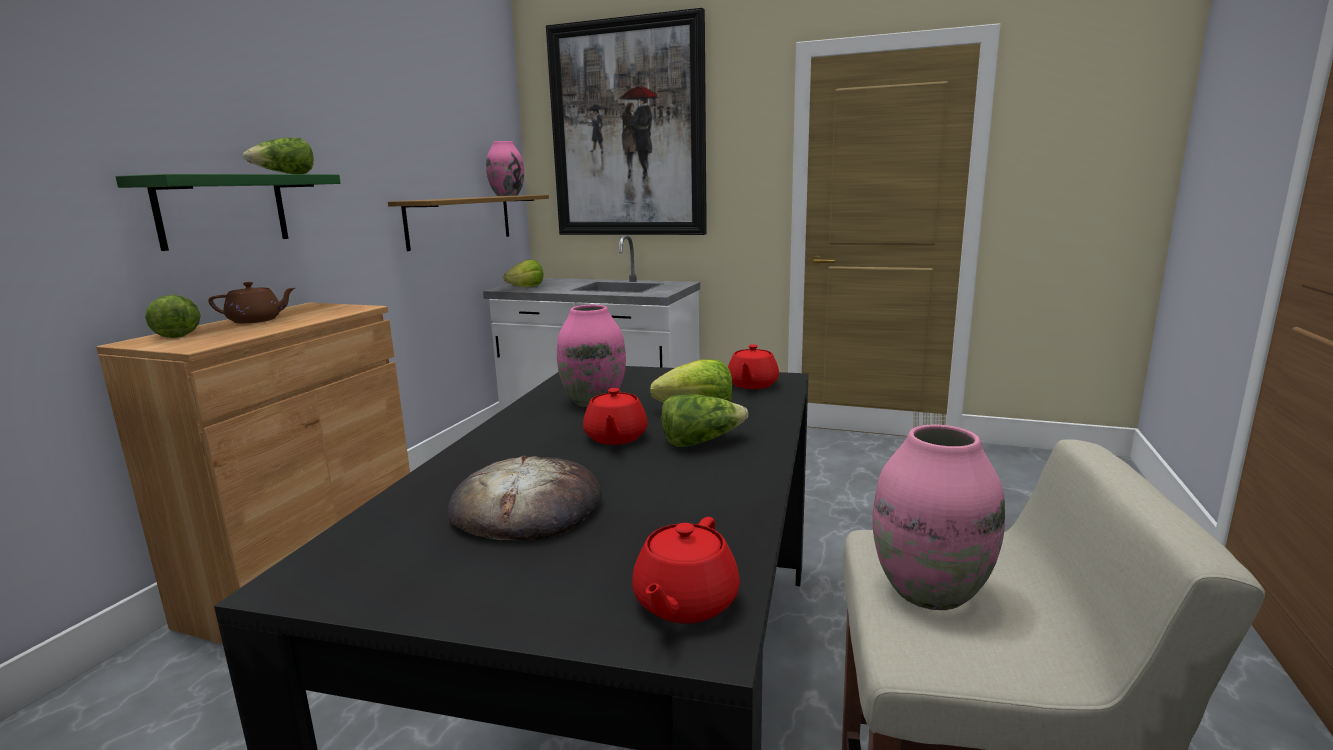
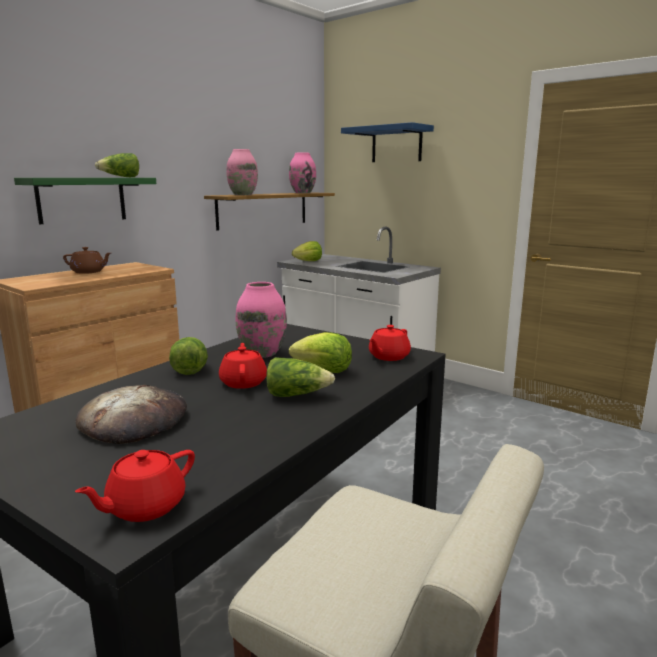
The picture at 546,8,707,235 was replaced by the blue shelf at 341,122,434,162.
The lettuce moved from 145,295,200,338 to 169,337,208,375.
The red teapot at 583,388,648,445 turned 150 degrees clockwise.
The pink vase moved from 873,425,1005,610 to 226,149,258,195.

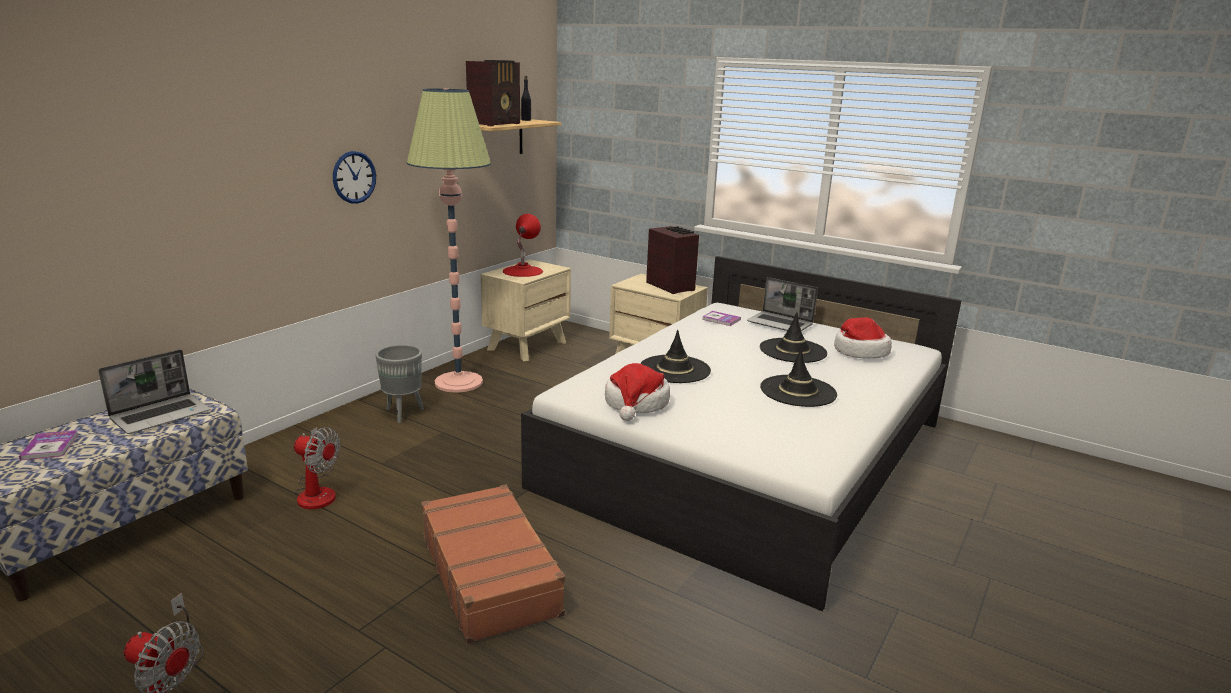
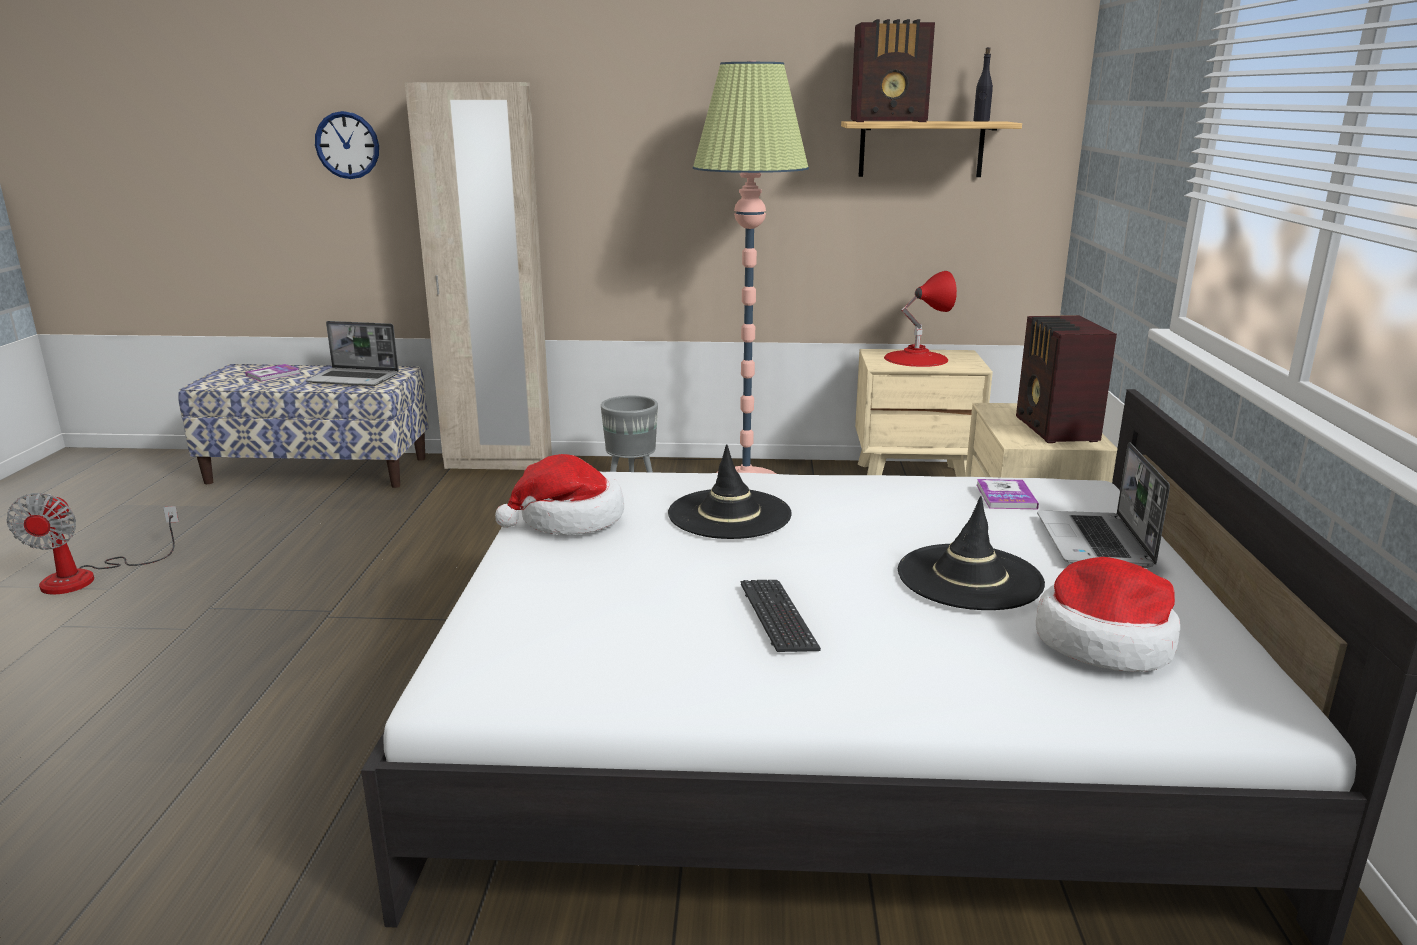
The wall clock moved from 333,151,376,204 to 315,111,379,179.
The radio at 646,226,699,294 turned 150 degrees clockwise.
The black hat at 760,349,837,407 was replaced by the keyboard at 740,580,821,652.
The fan at 294,427,341,509 disappeared.
The brown suitcase at 421,484,565,644 disappeared.
The beige wardrobe at 405,82,552,470 appeared.

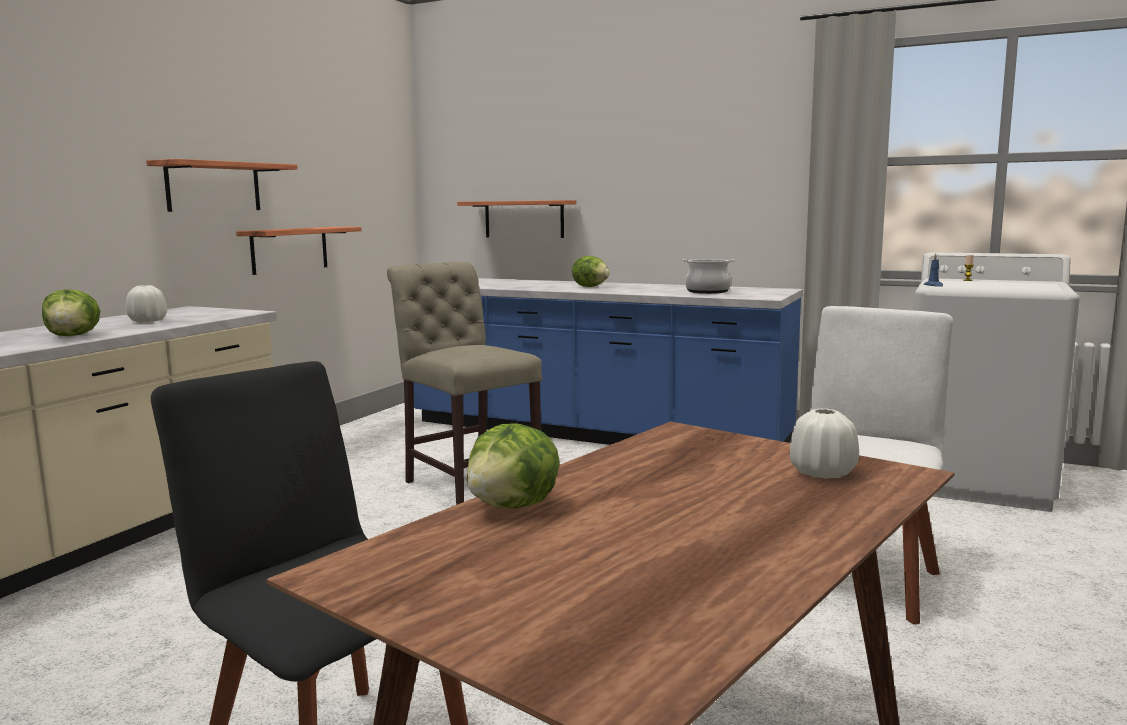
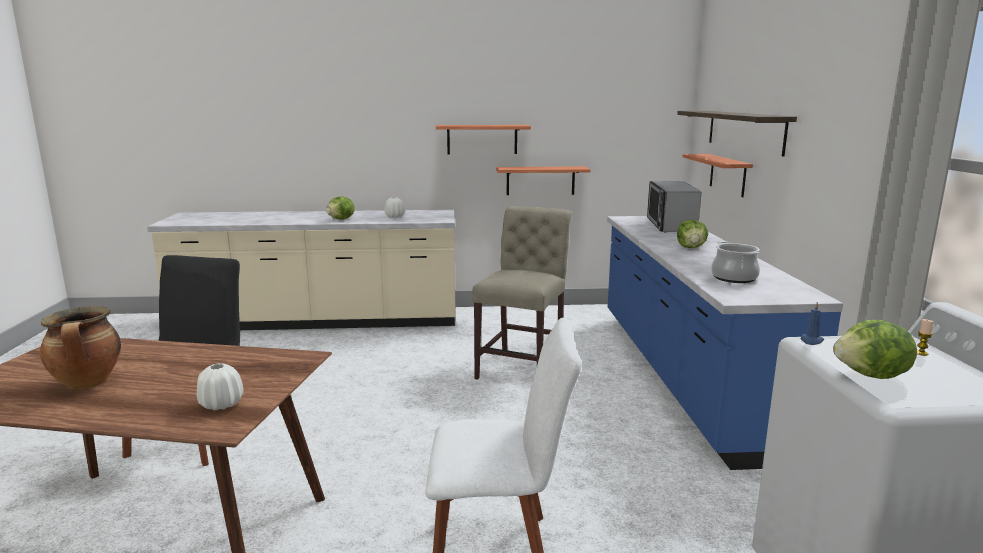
The lettuce moved from 467,423,560,508 to 833,320,917,379.
The shelf at 677,111,797,157 appeared.
The microwave at 647,181,702,232 appeared.
The cooking pot at 40,306,121,389 appeared.

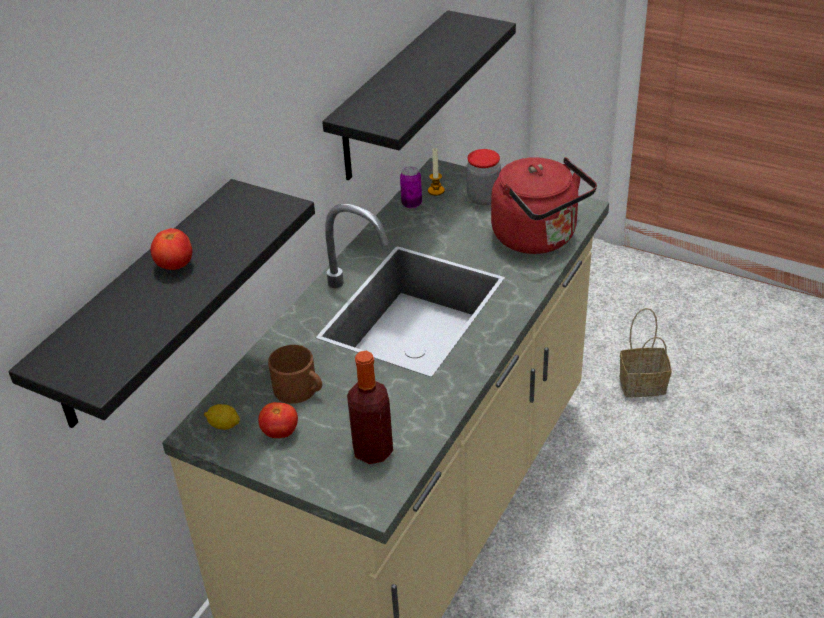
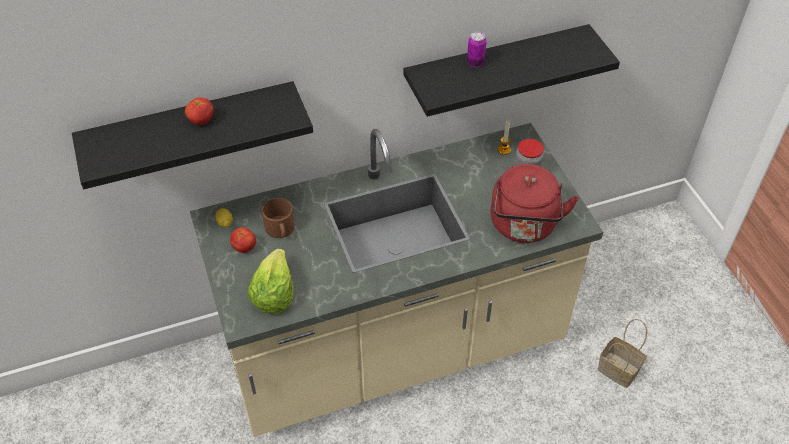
The can moved from 400,166,422,209 to 467,32,487,67.
The bottle at 347,351,393,464 was replaced by the lettuce at 247,249,293,314.

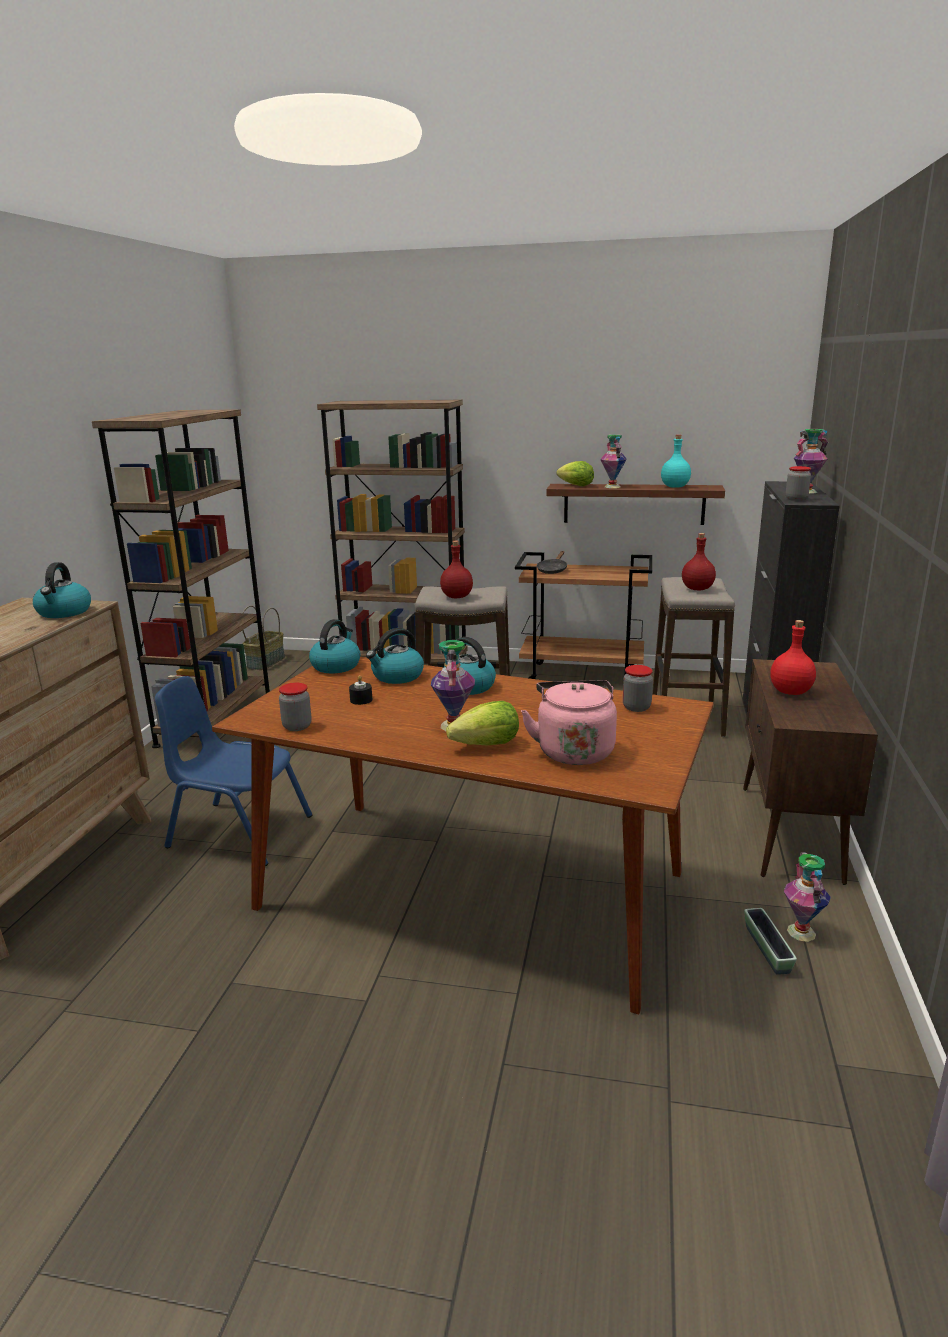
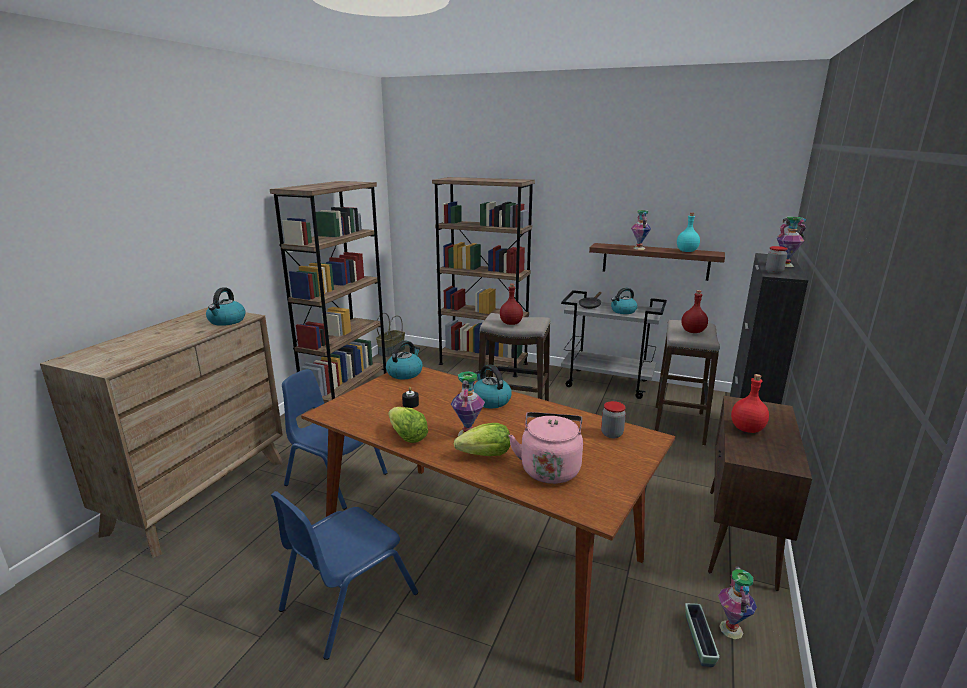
The lettuce moved from 556,461,594,486 to 388,407,428,443.
The brown cart at 515,552,652,681 became the grey cart at 561,290,667,399.
The kettle moved from 366,628,424,684 to 611,288,637,314.
The jar at 279,683,312,731 disappeared.
The blue chair at 271,491,418,660 appeared.

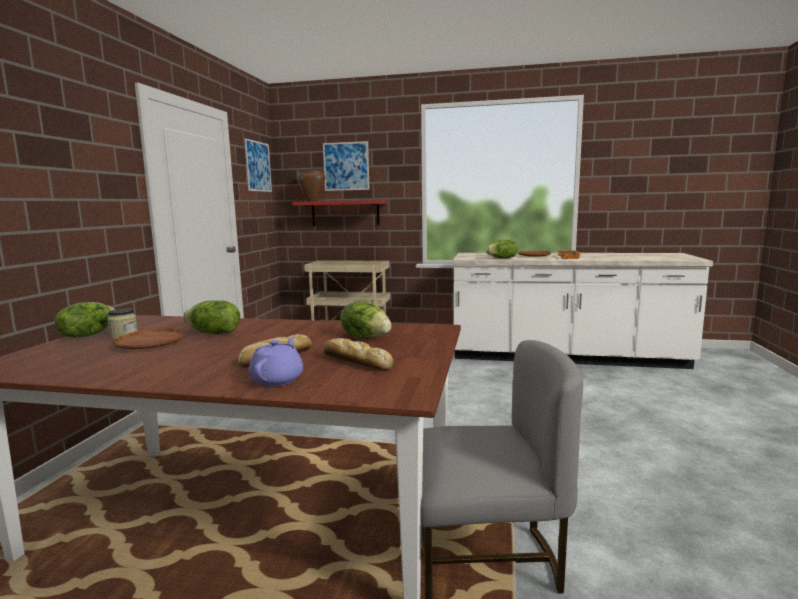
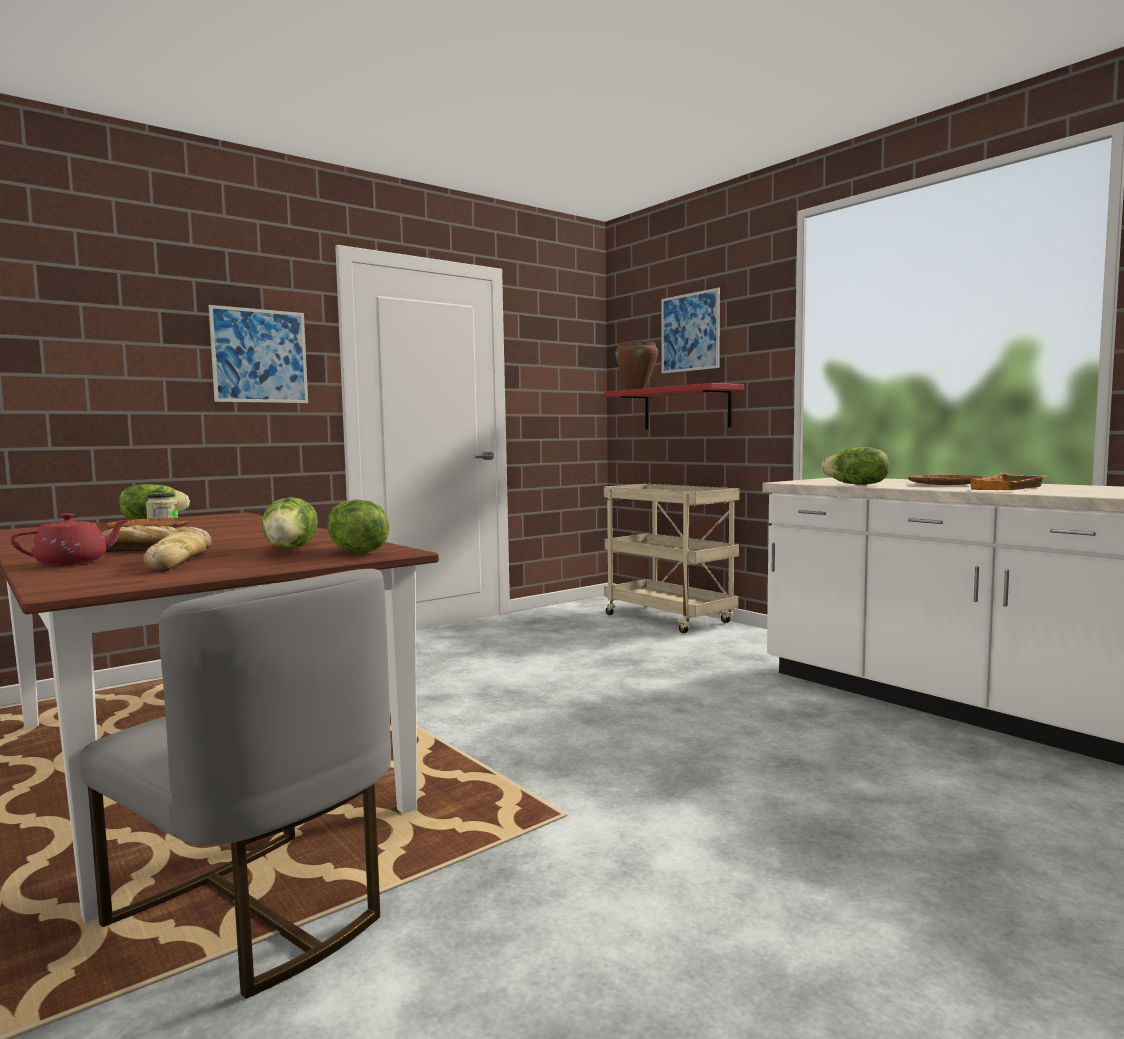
The picture moved from 244,138,272,192 to 209,305,308,403.
The lettuce moved from 183,300,240,334 to 327,499,389,553.
The purple teapot at 249,337,303,386 became the red teapot at 10,513,129,566.

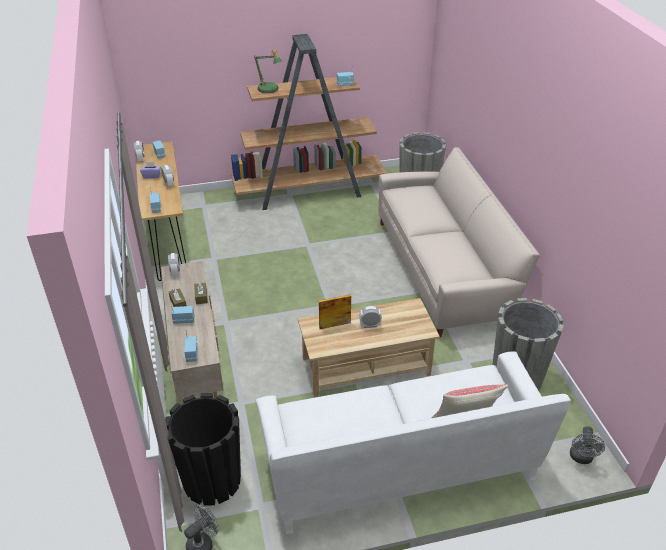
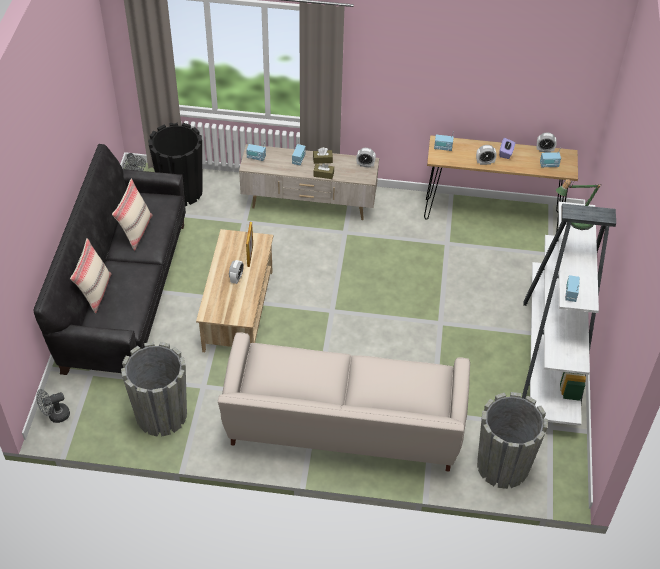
The brown bookcase at 231,34,387,210 became the white bookcase at 522,202,616,426.
The white sofa at 255,352,571,534 became the black sofa at 33,144,186,375.
The grey fan at 570,426,605,464 turned 60 degrees counterclockwise.
The beige pillow at 112,179,153,251 appeared.

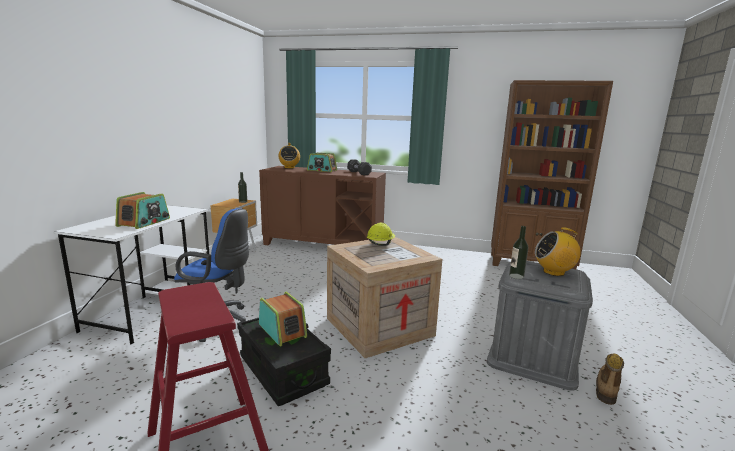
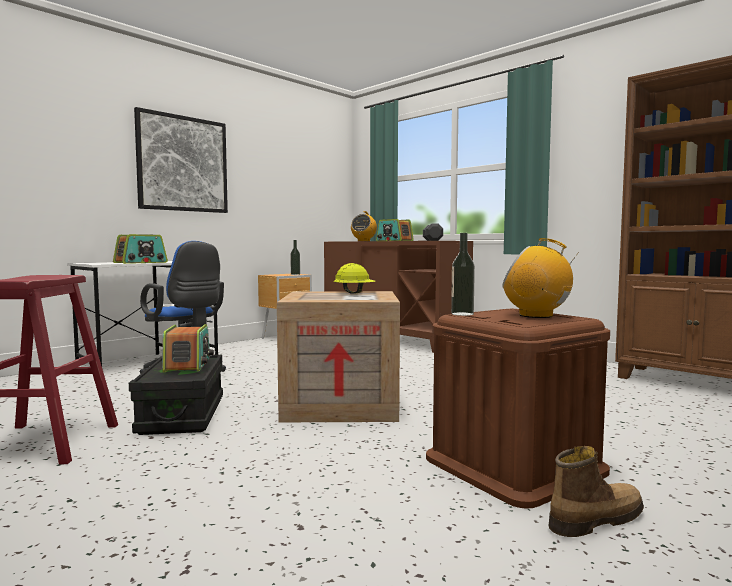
The grey storage box at 487,261,593,391 became the brown storage box at 426,309,610,509.
The picture at 134,107,228,213 appeared.

